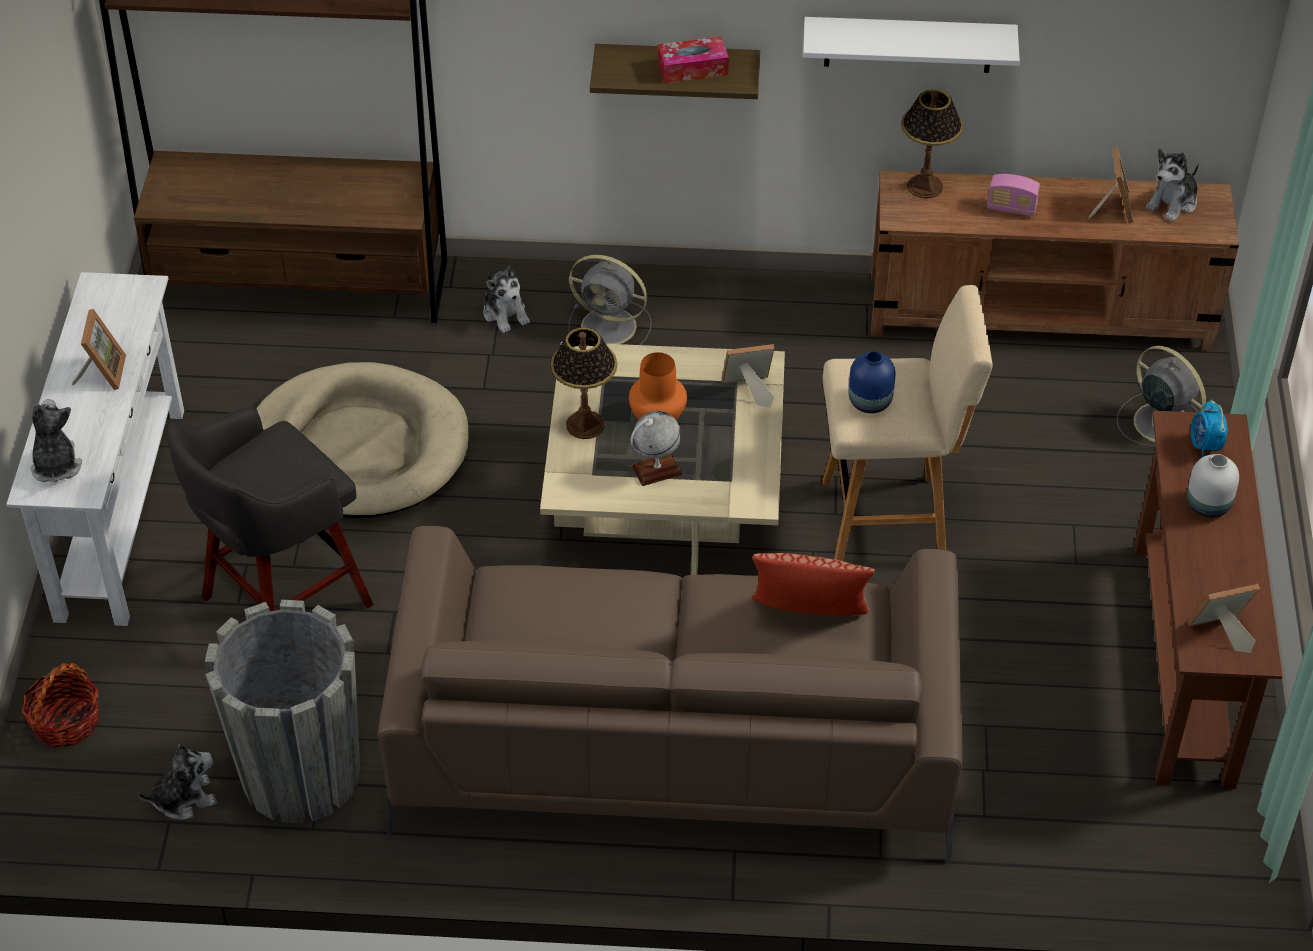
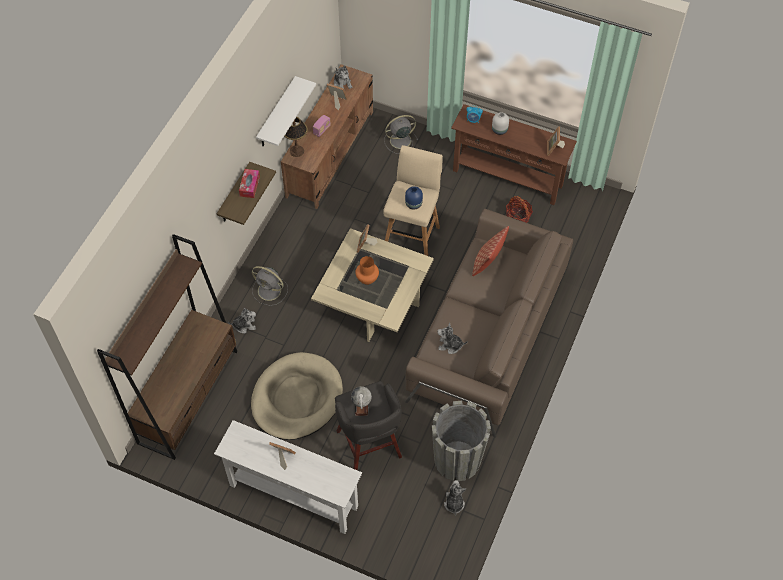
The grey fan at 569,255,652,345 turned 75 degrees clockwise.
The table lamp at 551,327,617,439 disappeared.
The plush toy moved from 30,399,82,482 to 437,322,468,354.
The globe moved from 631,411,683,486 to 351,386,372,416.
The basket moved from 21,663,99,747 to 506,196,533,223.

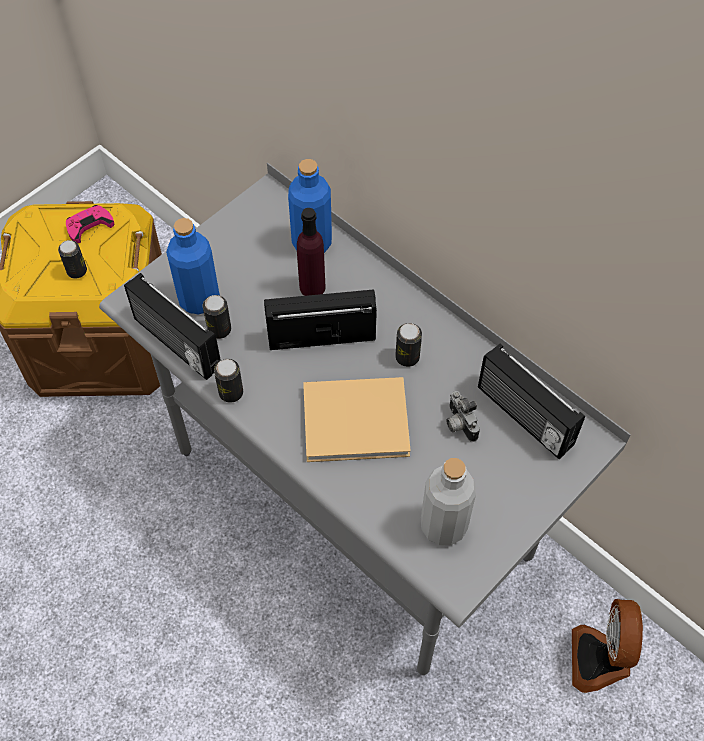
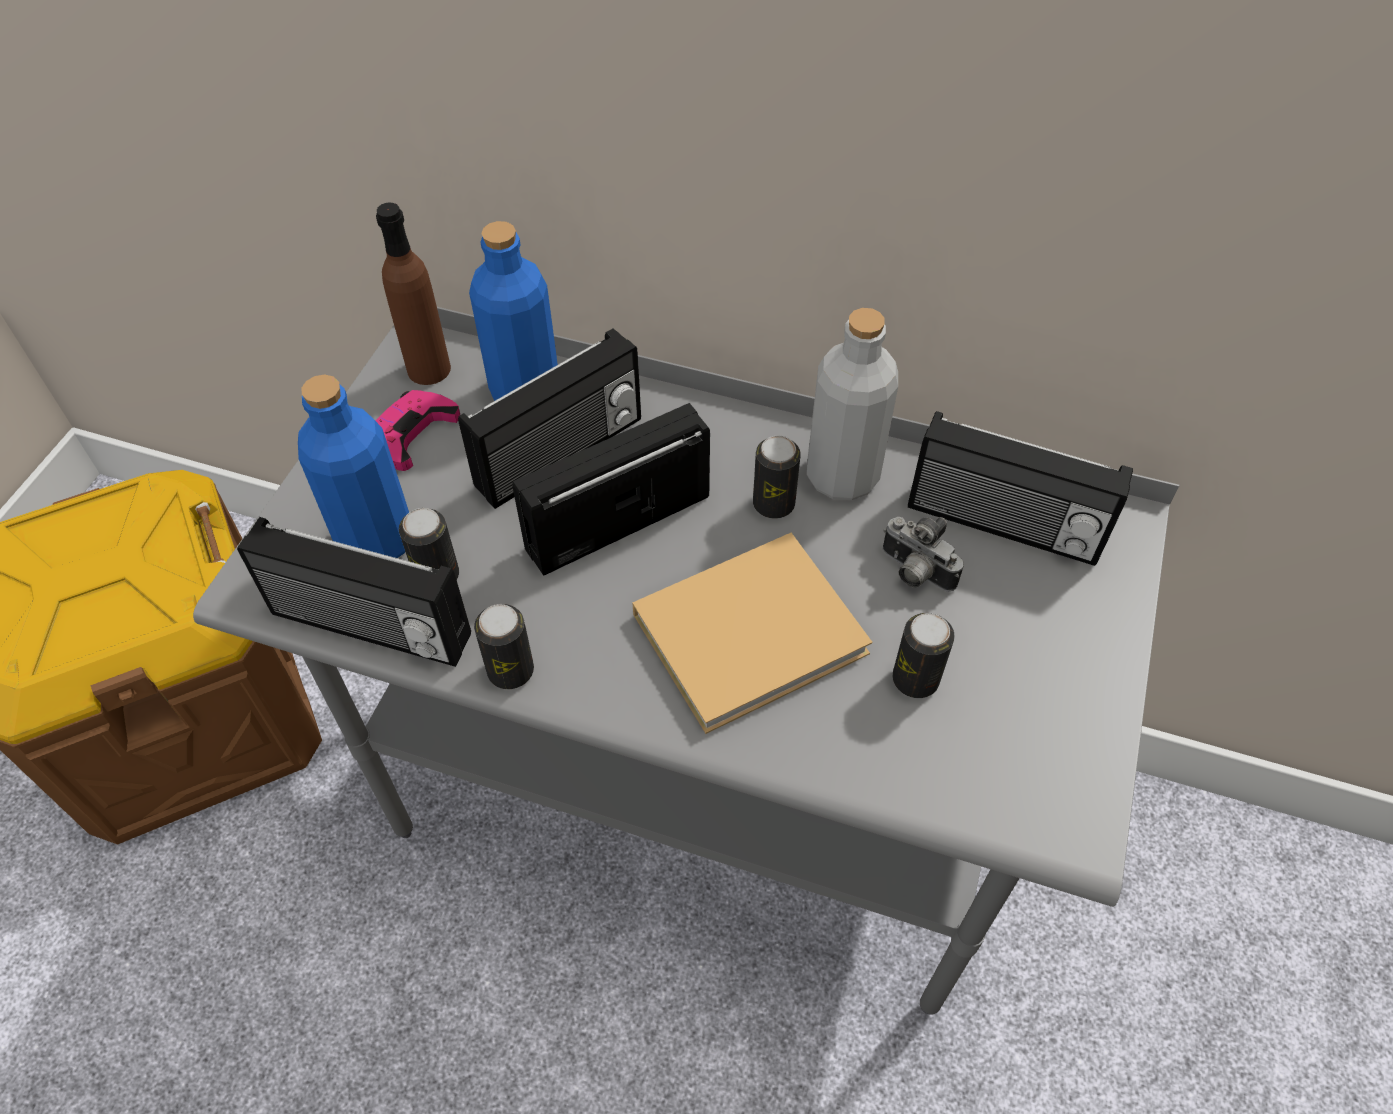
The pink game controller moved from 66,205,115,243 to 375,390,460,471.
The purple bottle at 297,208,326,296 was replaced by the radio at 458,328,641,509.
The can moved from 58,240,87,279 to 892,613,955,698.
The grey bottle moved from 421,458,476,545 to 807,308,898,500.
The fan at 572,599,643,693 disappeared.
The brown bottle at 376,202,451,385 appeared.

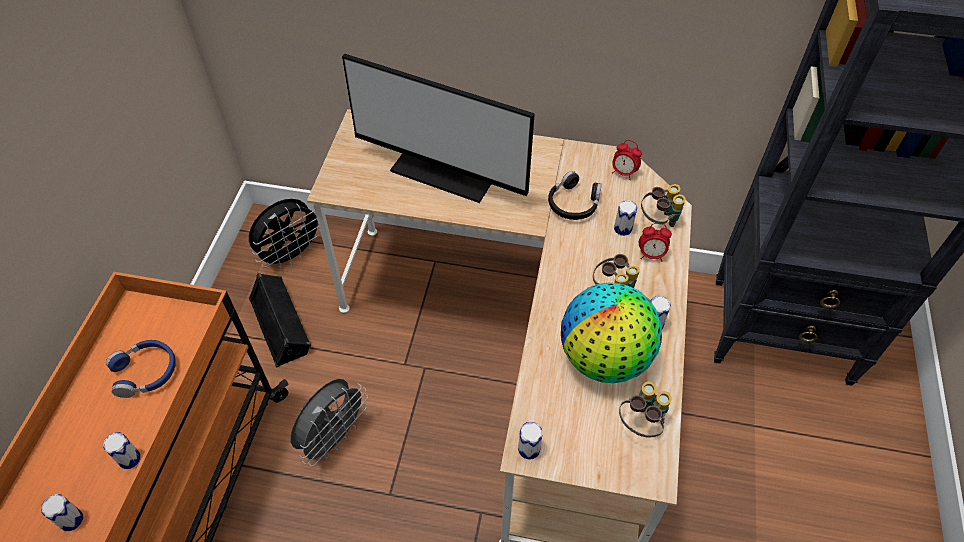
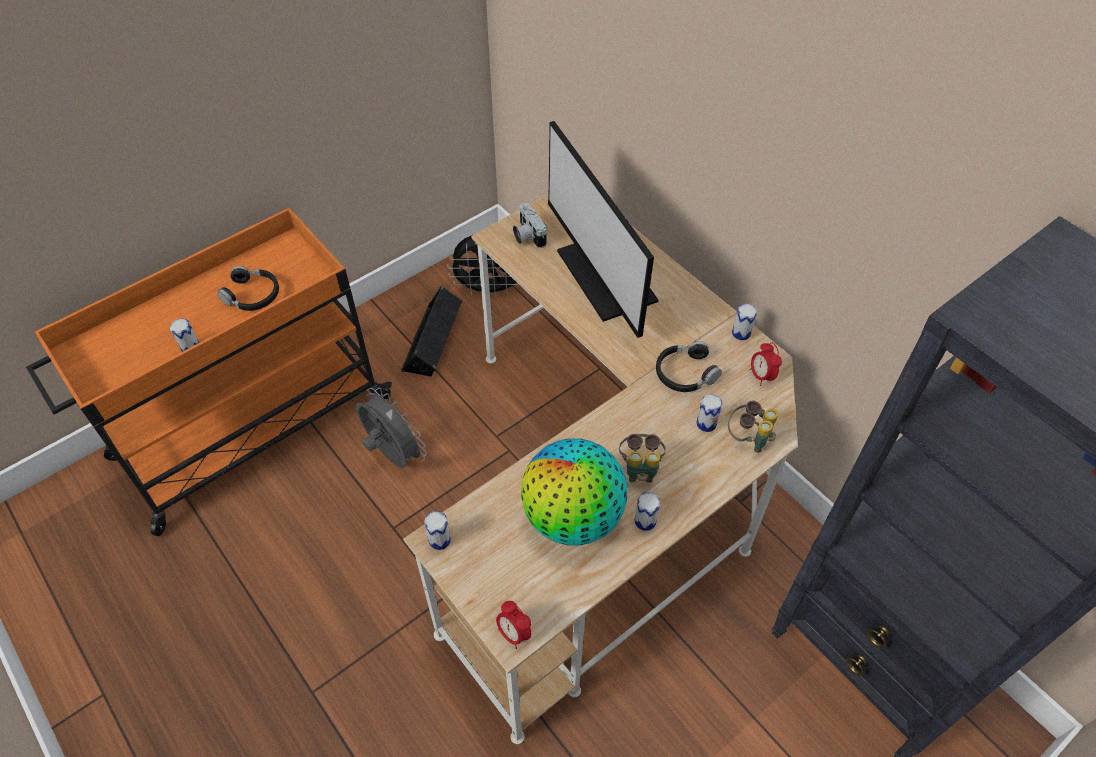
The alarm clock moved from 639,223,672,261 to 496,601,531,649.
The blue headphones at 106,340,176,398 became the black headphones at 217,266,279,311.
The grey fan at 291,379,368,466 turned 120 degrees counterclockwise.
The binoculars at 619,381,672,438 disappeared.
The can moved from 41,494,83,531 to 732,304,757,340.
The photo camera at 513,203,547,248 appeared.

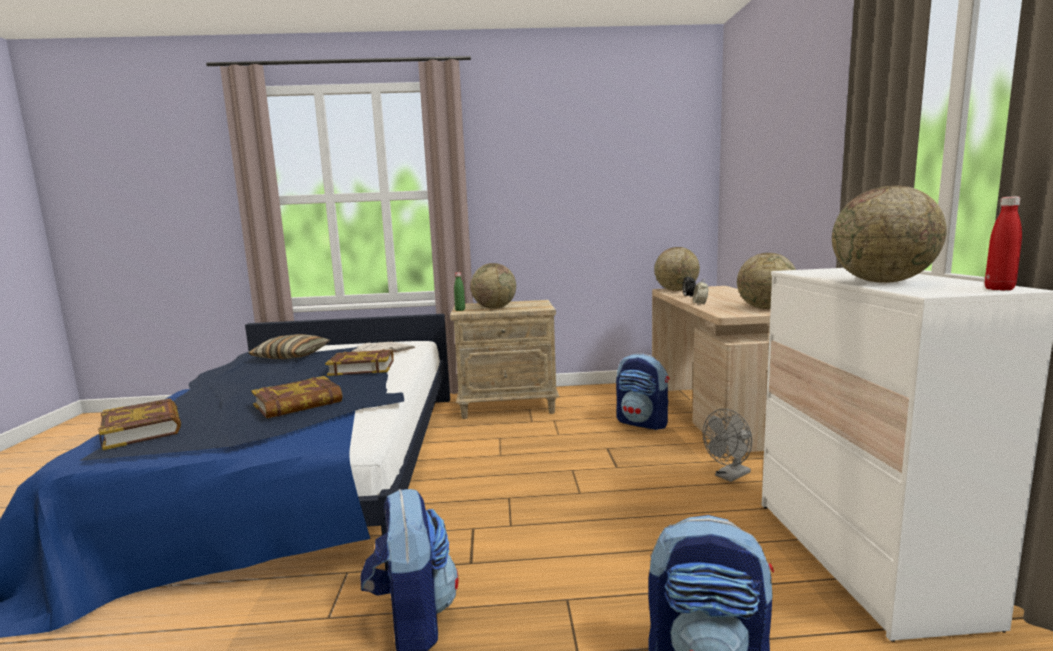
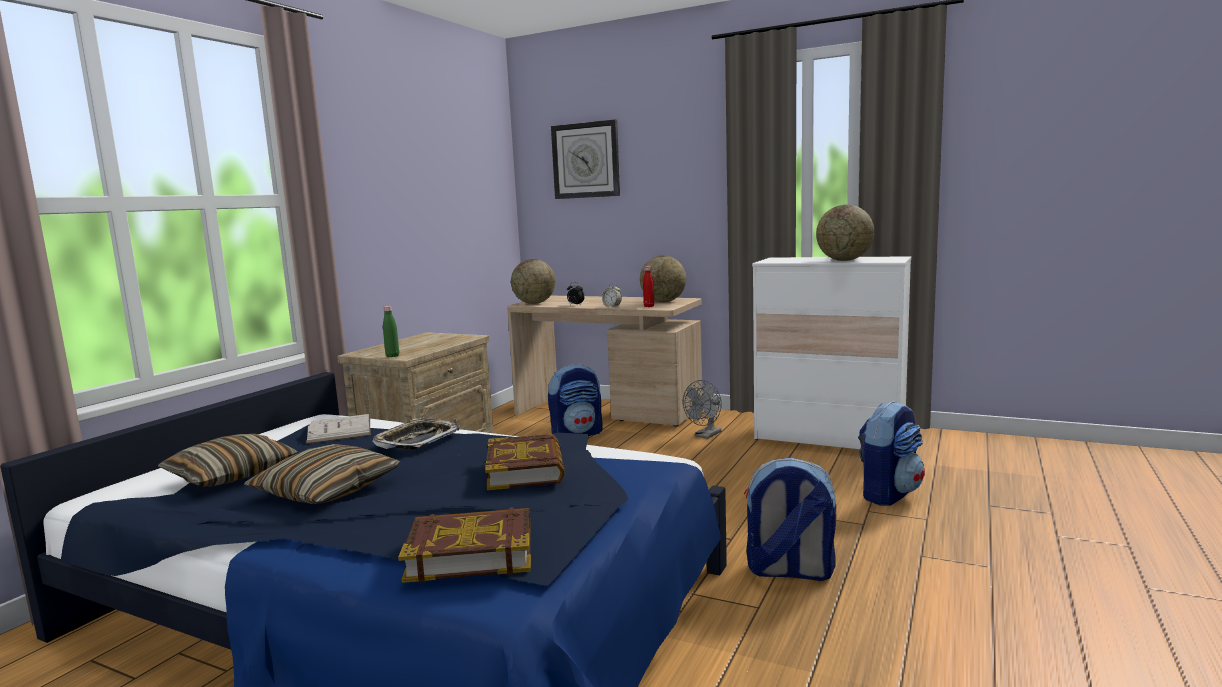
The red bottle moved from 985,196,1022,290 to 643,266,654,307.
The globe at 471,263,516,309 disappeared.
The book at 325,349,394,376 was replaced by the tray at 372,418,460,450.
The grey fan at 702,409,752,482 turned 45 degrees clockwise.
The wall clock at 551,120,620,199 appeared.
The pillow at 244,444,400,504 appeared.

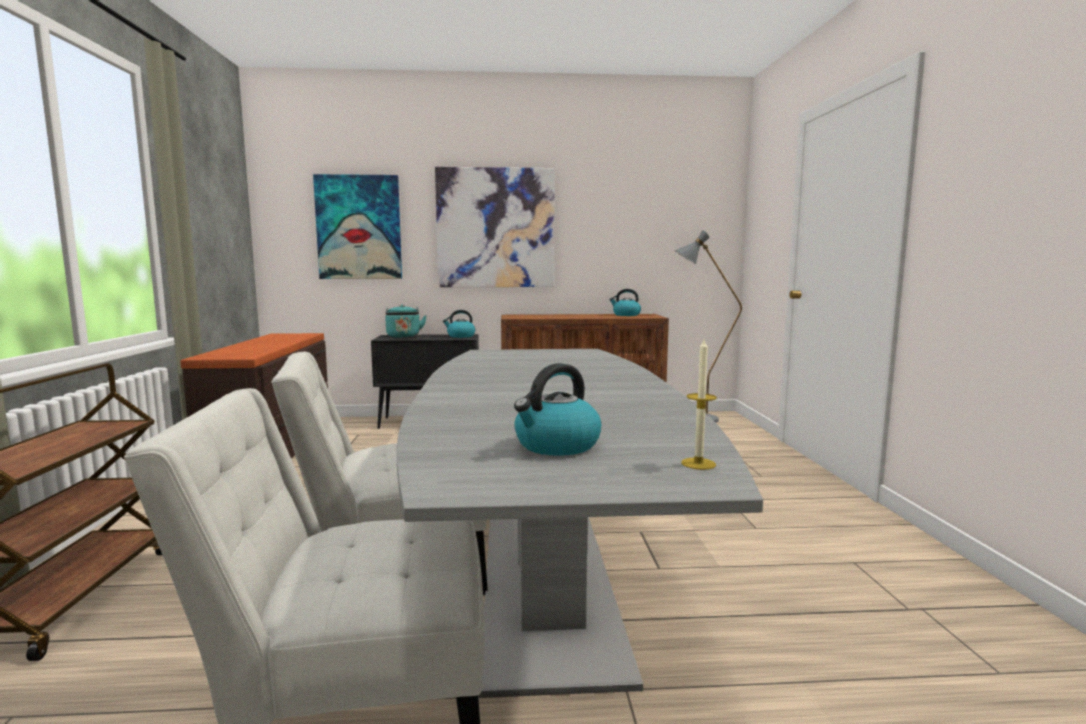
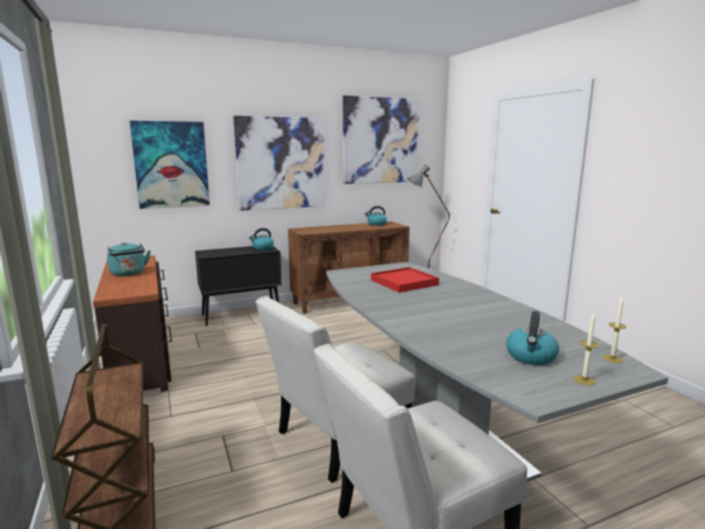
The turquoise kettle moved from 386,304,427,338 to 107,242,151,276.
The picture at 343,95,419,184 appeared.
The red tray at 371,267,439,293 appeared.
The candle at 574,313,599,385 appeared.

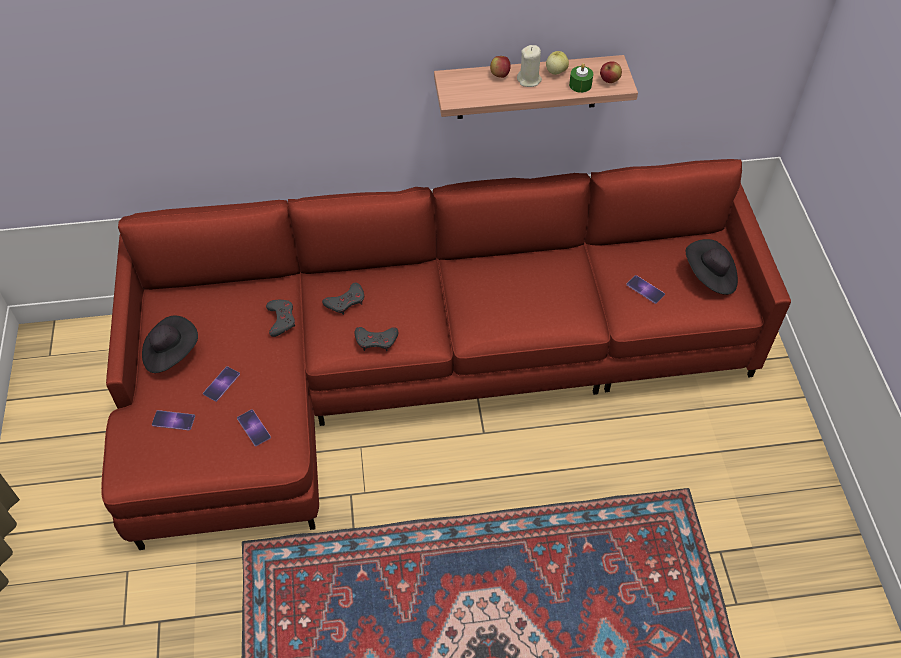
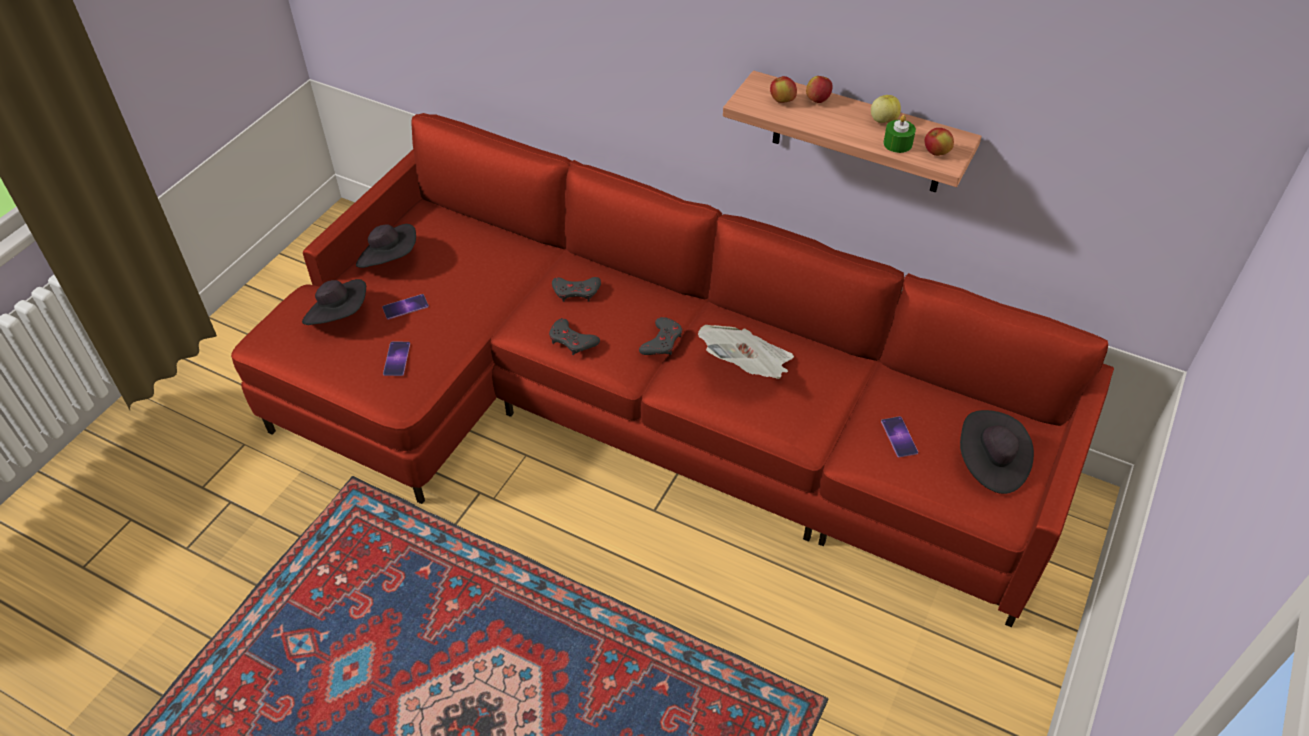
The beige candle at 517,45,542,87 disappeared.
The grey game controller moved from 266,300,295,337 to 639,317,682,355.
The phone at 152,410,195,430 was replaced by the black hat at 302,279,366,325.
The apple at 770,76,797,103 appeared.
The newspaper at 698,325,794,379 appeared.

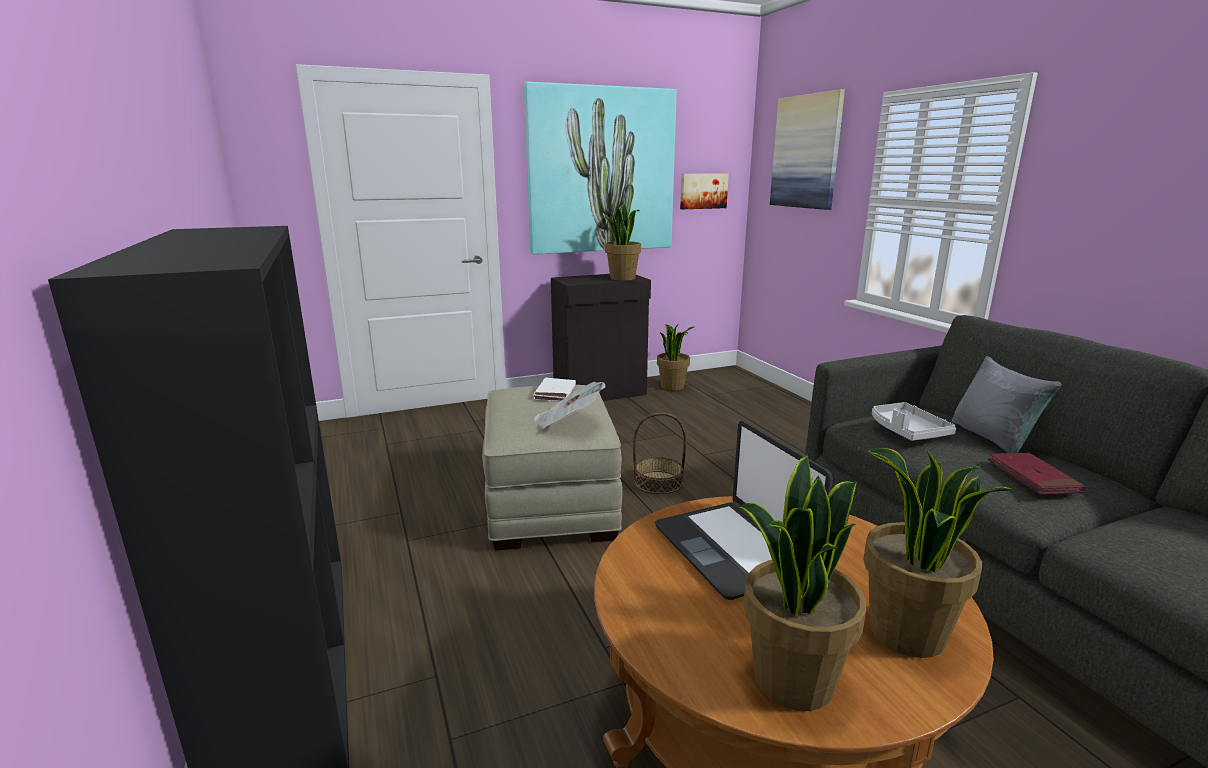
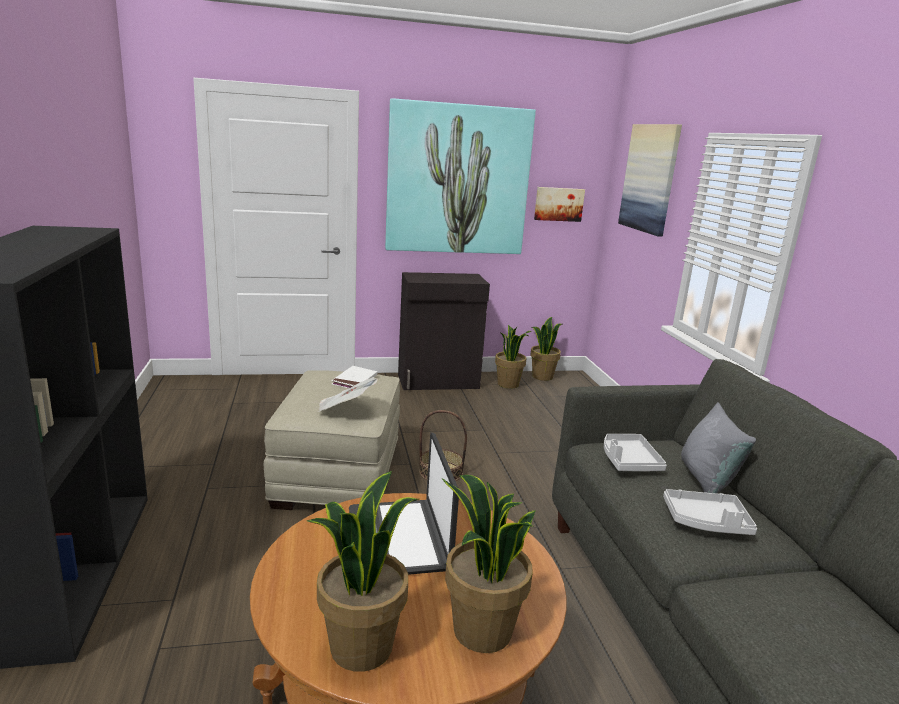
The potted plant moved from 602,204,641,281 to 530,317,563,381.
The red book at 988,453,1086,495 was replaced by the grey tray at 663,489,757,535.

